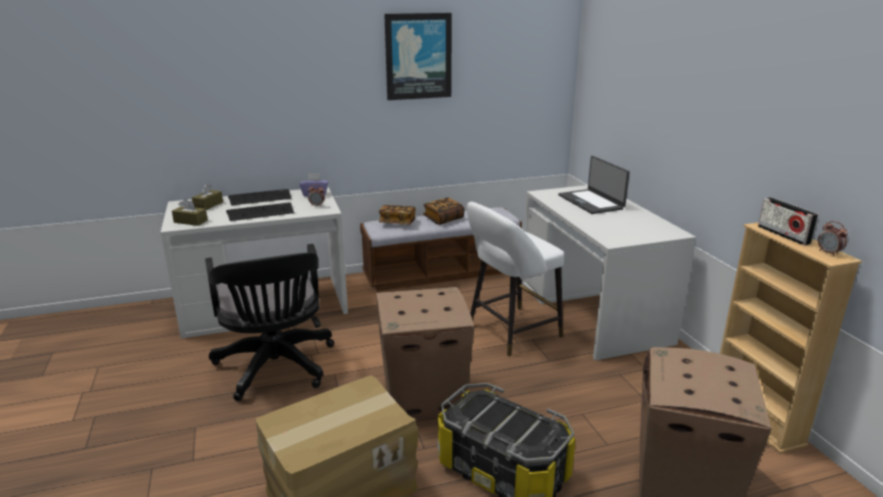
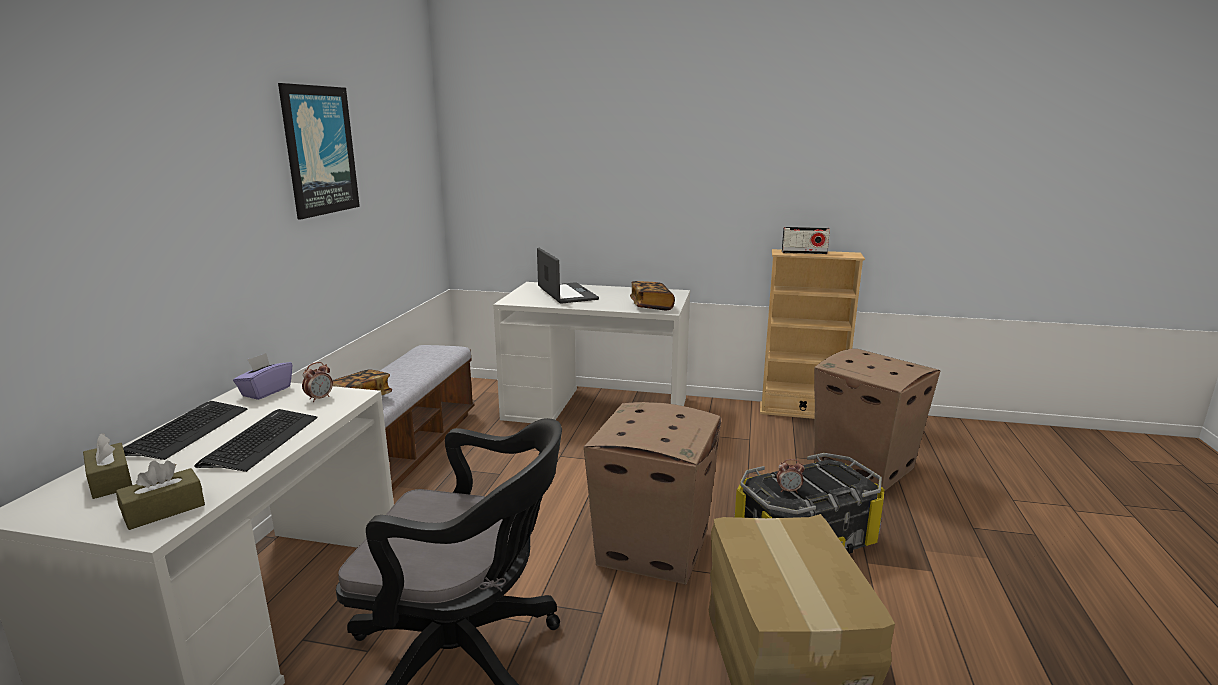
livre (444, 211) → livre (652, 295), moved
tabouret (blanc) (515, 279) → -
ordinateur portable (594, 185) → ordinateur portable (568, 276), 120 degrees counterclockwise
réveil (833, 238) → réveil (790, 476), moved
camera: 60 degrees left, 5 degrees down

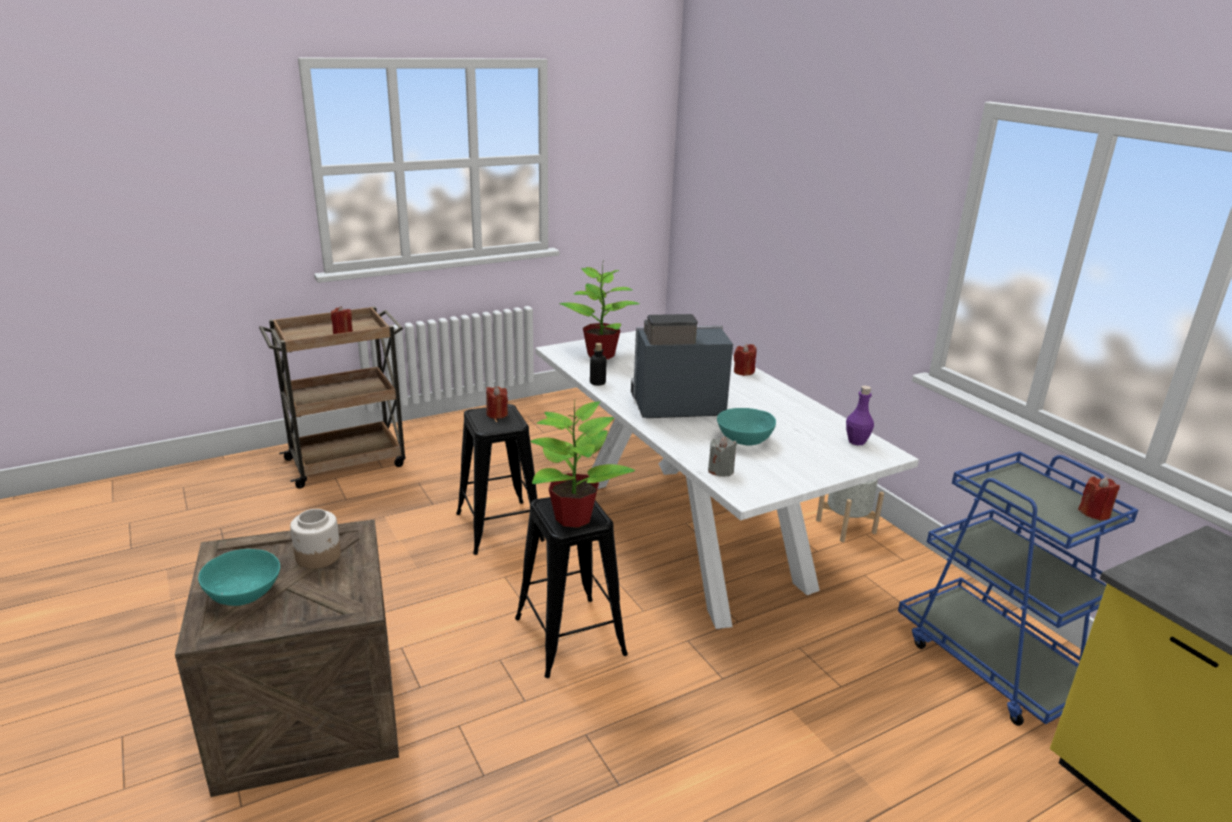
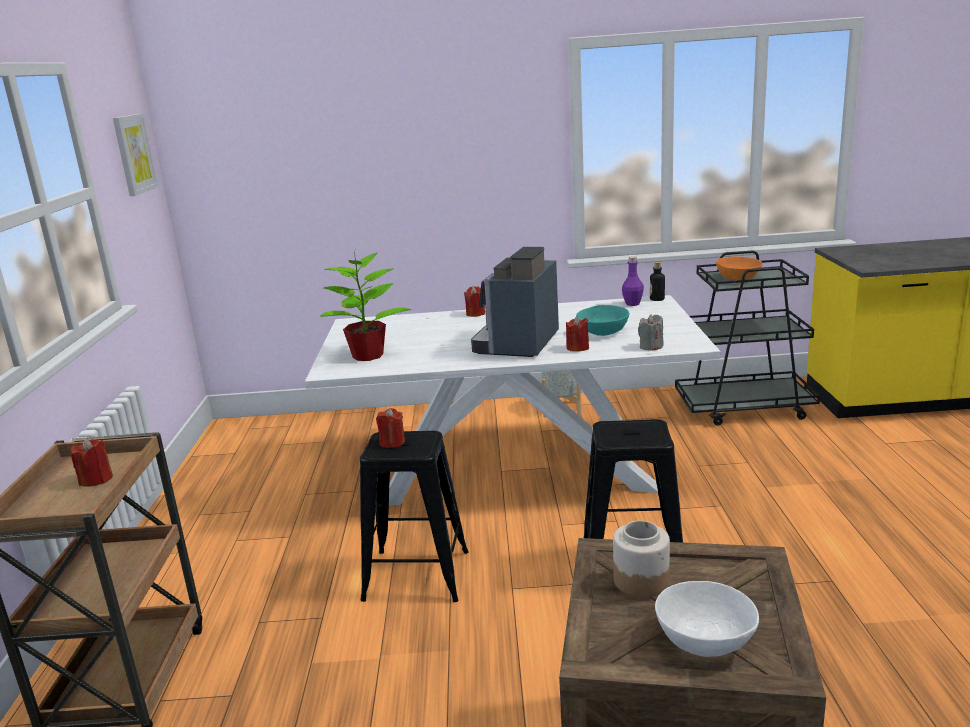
bol (turquoise) (239, 577) → bol (blanc) (707, 619)
plante en pot (582, 464) → -
bouteille (598, 364) → bouteille (657, 281), moved
chariot (bleu) (1018, 588) → chariot (noir) (747, 338)
bougie (rouge) (1099, 499) → bougie (rouge) (577, 334), moved
- → tableau (135, 155)
- → bol (orange) (739, 268)
camera: 60 degrees left, 5 degrees down

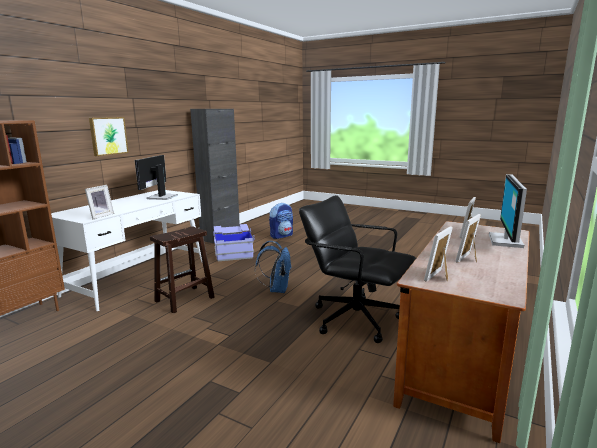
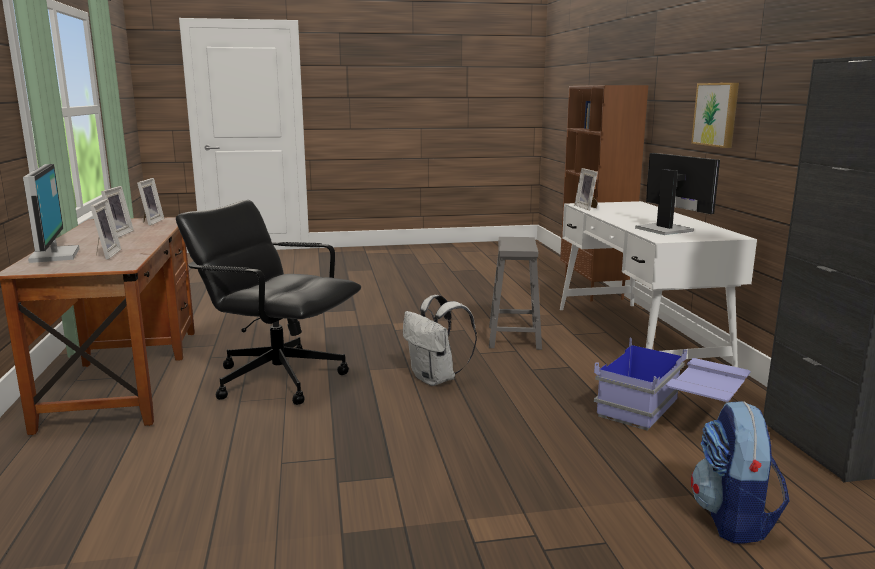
tabouret (marron) (182, 269) → tabouret (gris) (515, 293)
sac à dos (bleu) (273, 267) → sac à dos (blanc) (440, 340)
chaise de bureau (noir) (357, 269) → chaise de bureau (noir) (268, 302), 150 degrees counterclockwise
camera: 140 degrees right, 0 degrees up

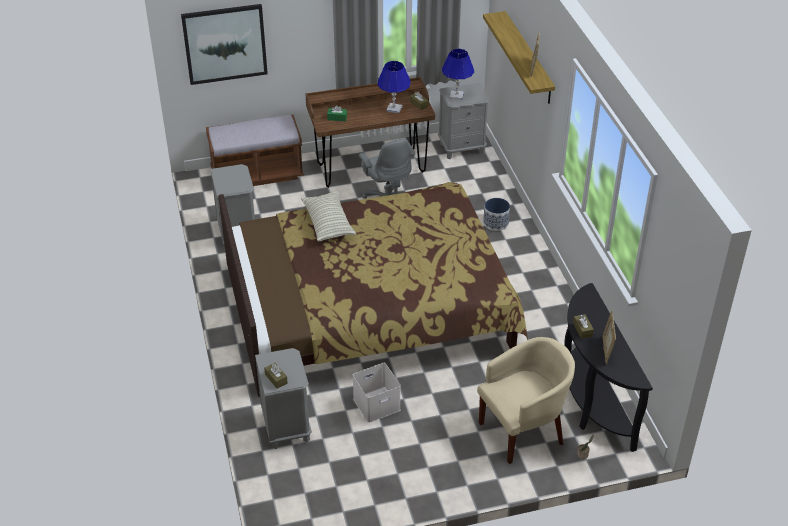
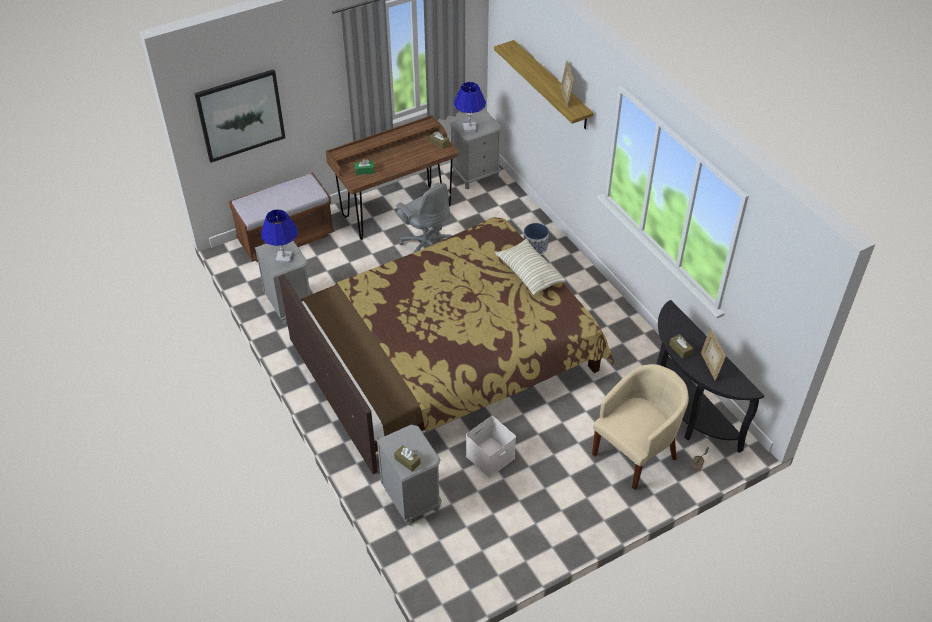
coussin (328, 216) → coussin (530, 267), moved
lampe de table (bleu) (394, 87) → lampe de table (bleu) (279, 236), moved
camera: 15 degrees left, 5 degrees up

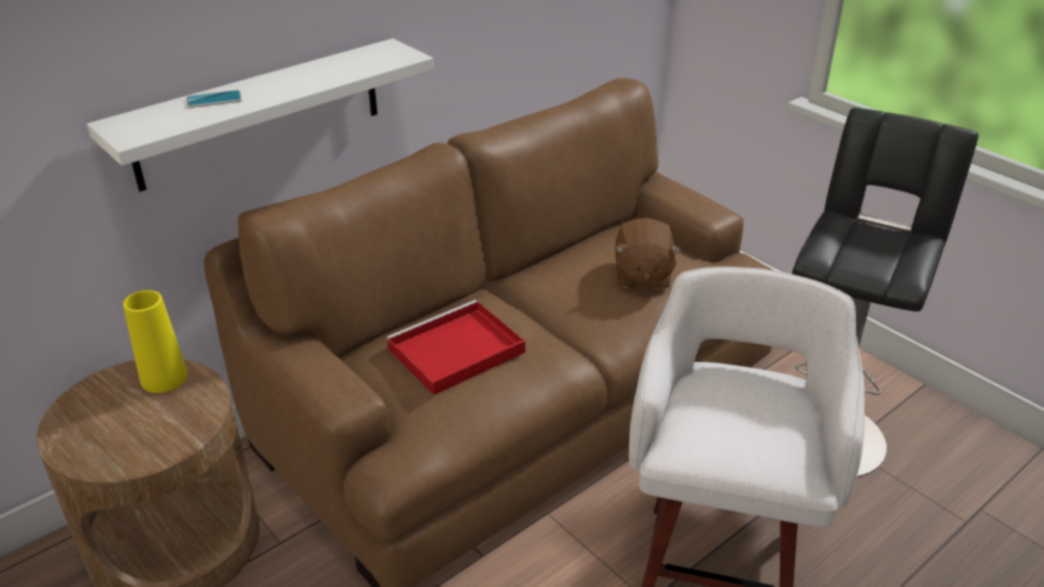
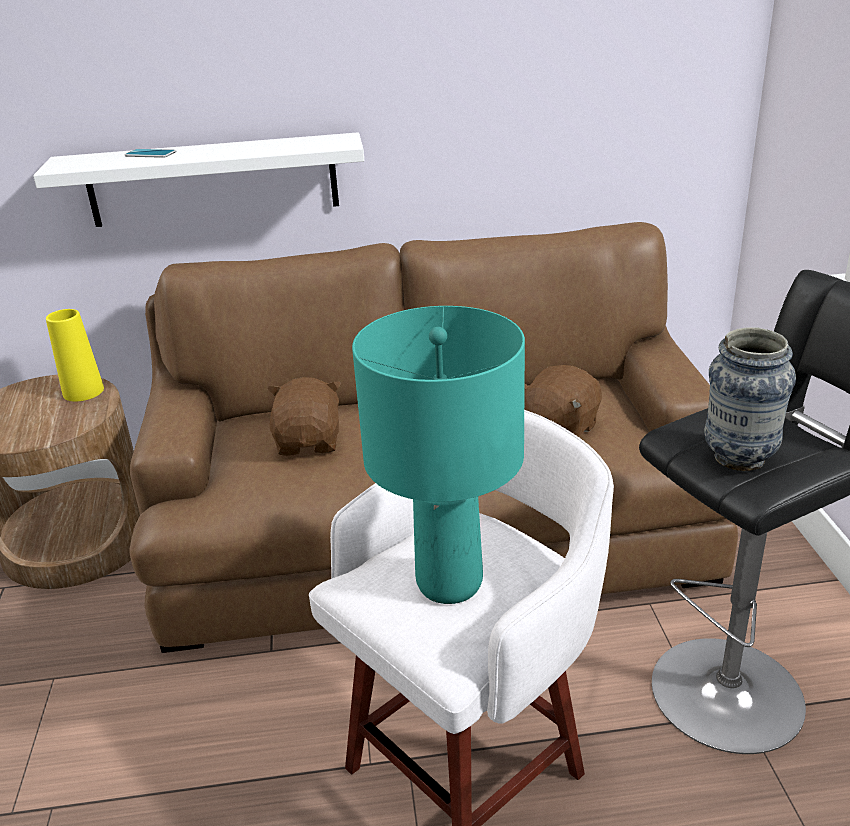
plateau (rouge) (455, 347) → peluche (marron) (304, 416)
- → lampe de table (turquoise) (438, 455)
- → vase (750, 399)
camera: 35 degrees right, 5 degrees down

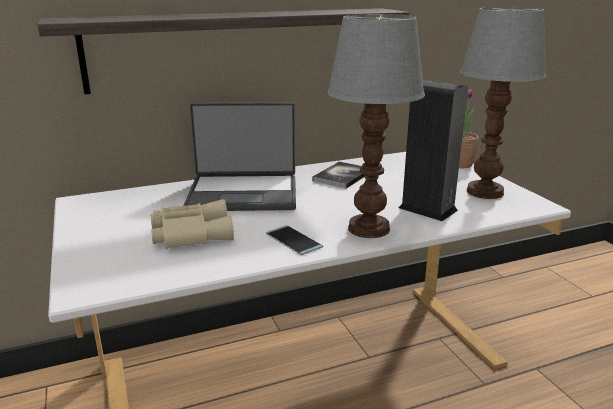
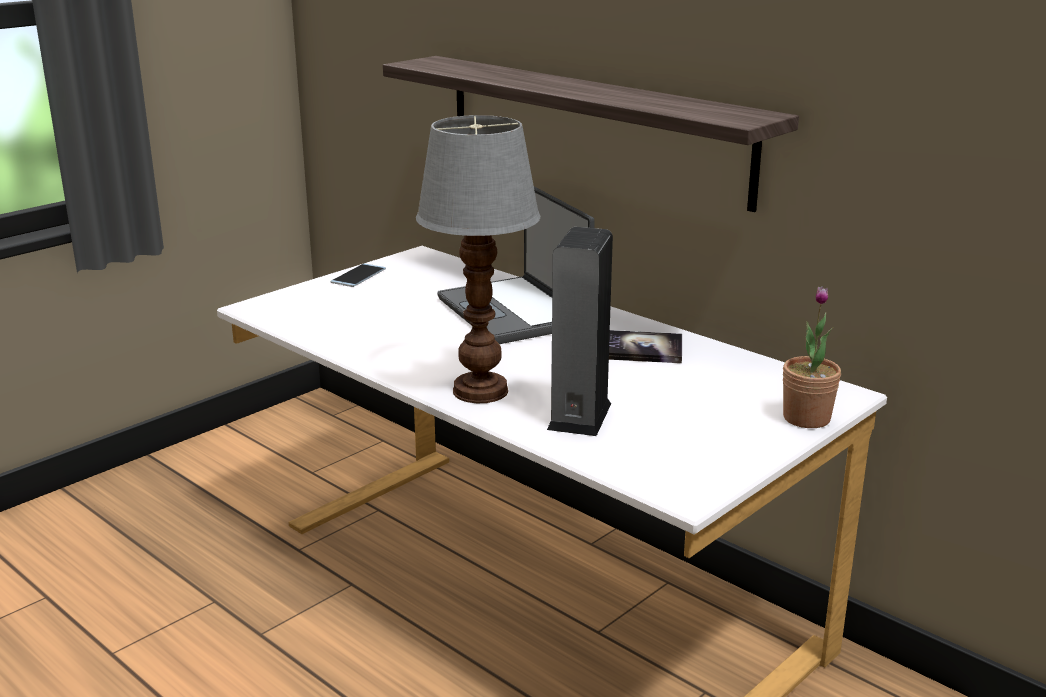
jumelles (beige) (192, 224) → -
téléphone (294, 240) → téléphone (358, 275), moved
lampe de table (503, 103) → -
camera: 65 degrees right, 0 degrees up

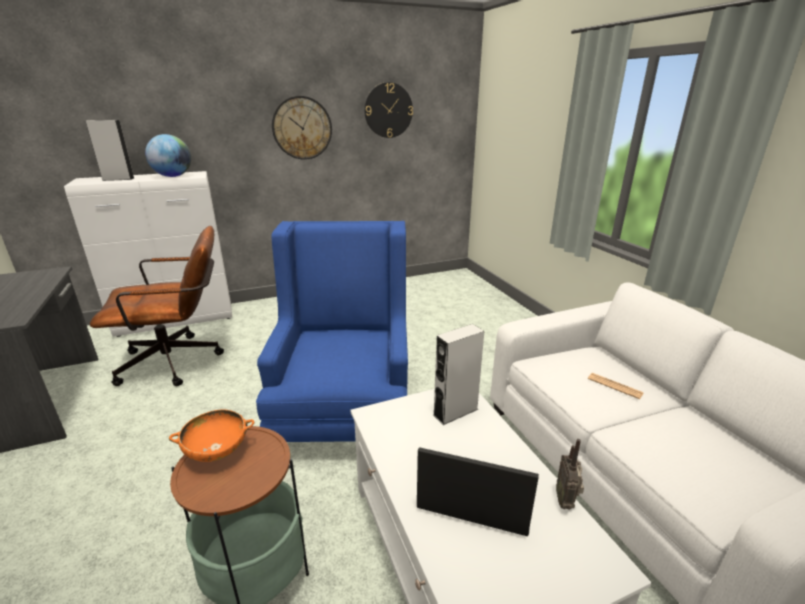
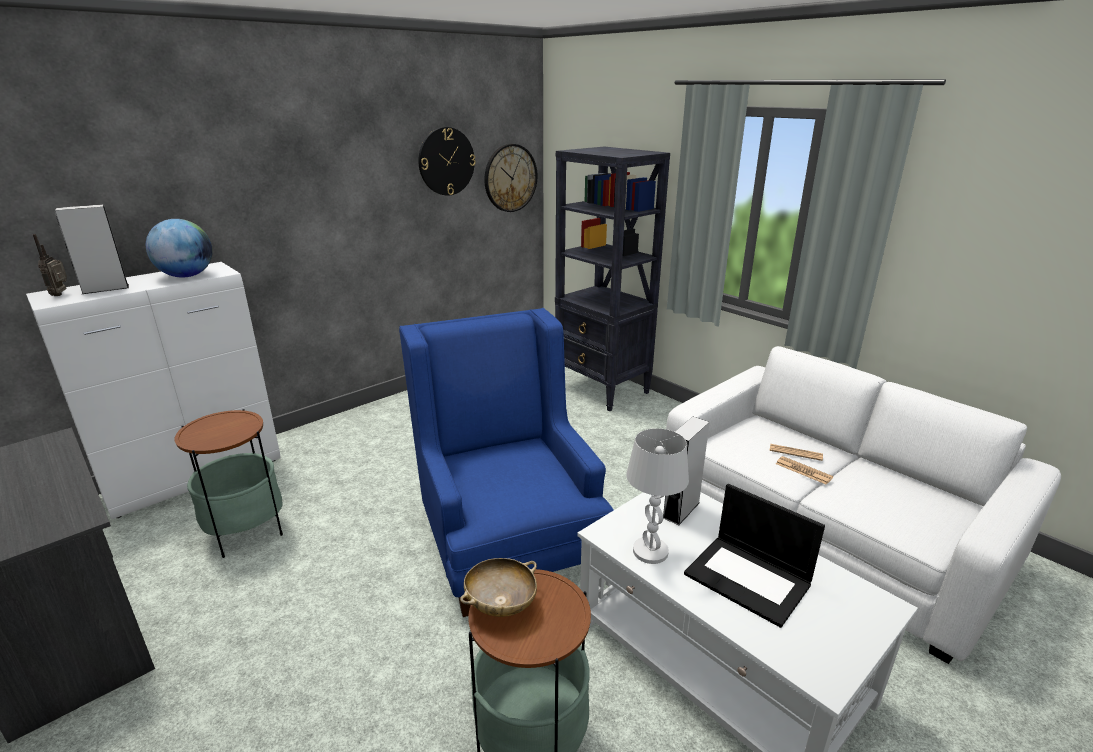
chaise de bureau (marron) (157, 306) → table d'appoint (228, 483)
bol (orange) (211, 435) → bol (beige) (498, 587)
horloge murale (302, 128) → horloge murale (510, 178), moved
ordinateur portable (478, 492) → ordinateur portable (754, 556), 135 degrees counterclockwise
radio (570, 474) → radio (50, 265), moved
- → bibliothèque (noir) (612, 279)
- → lampe de table (blanc) (657, 496)
- → journal (804, 470)
camera: 20 degrees left, 0 degrees up

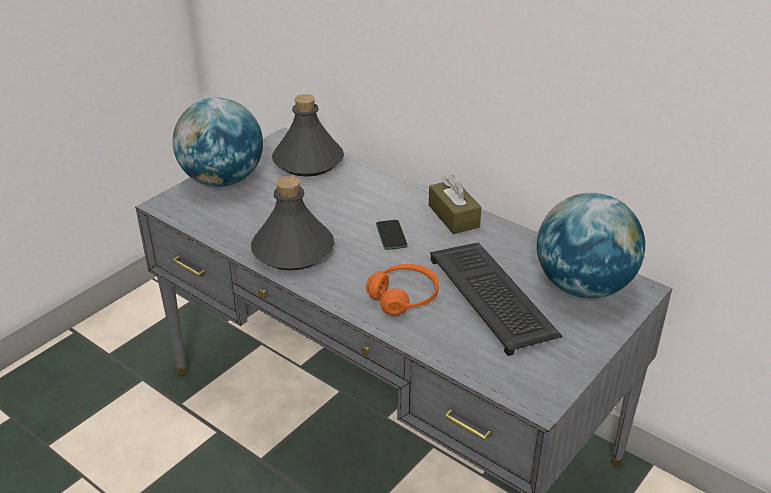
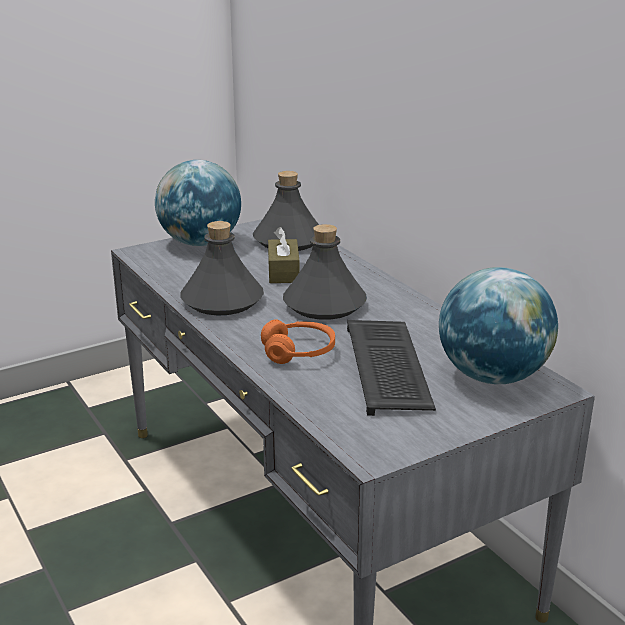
téléphone (392, 235) → bouteille (gris) (325, 272)
boîte à mouchoirs (marron) (455, 204) → boîte à mouchoirs (marron) (284, 255), moved
camera: 20 degrees right, 10 degrees down

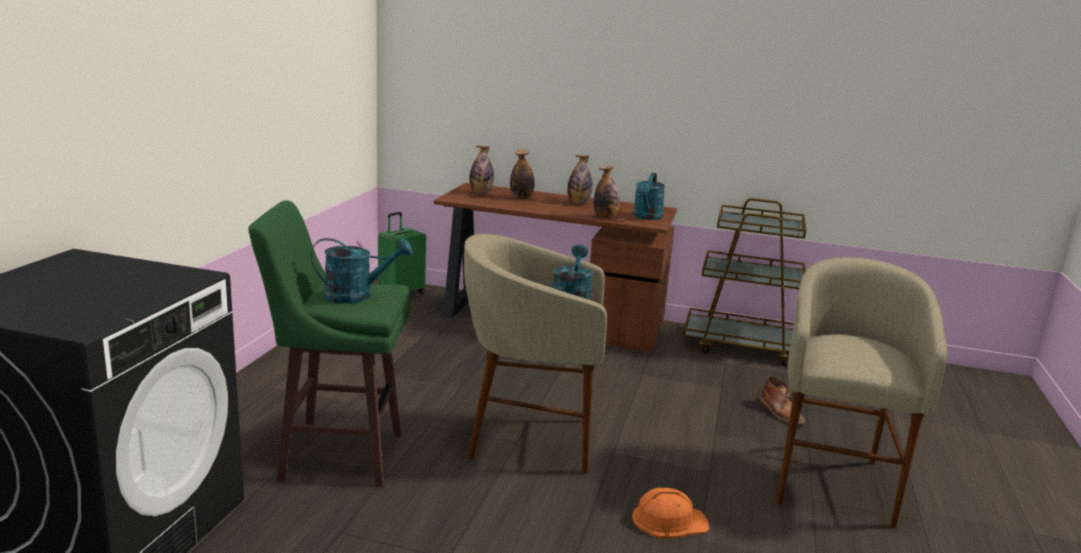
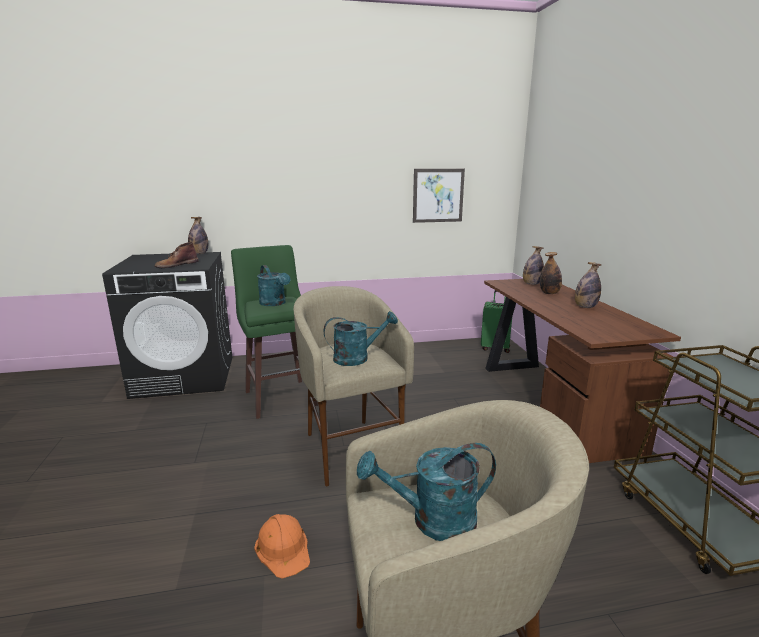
bouteille (607, 192) → bouteille (198, 235), moved
arrosoir (turquoise) (649, 196) → arrosoir (turquoise) (426, 492), moved
botte (marron) (782, 401) → botte (marron) (177, 255), moved
- → tableau (439, 196)
camera: 65 degrees right, 0 degrees up

